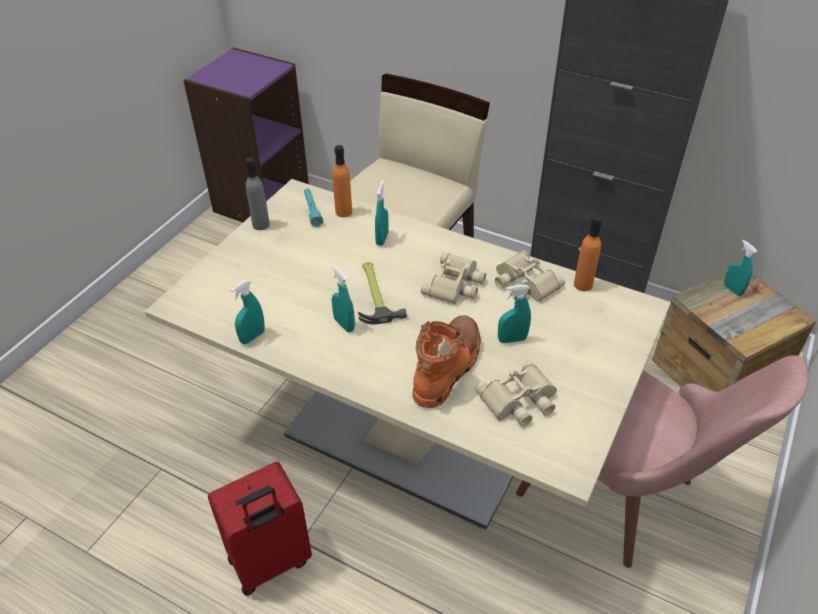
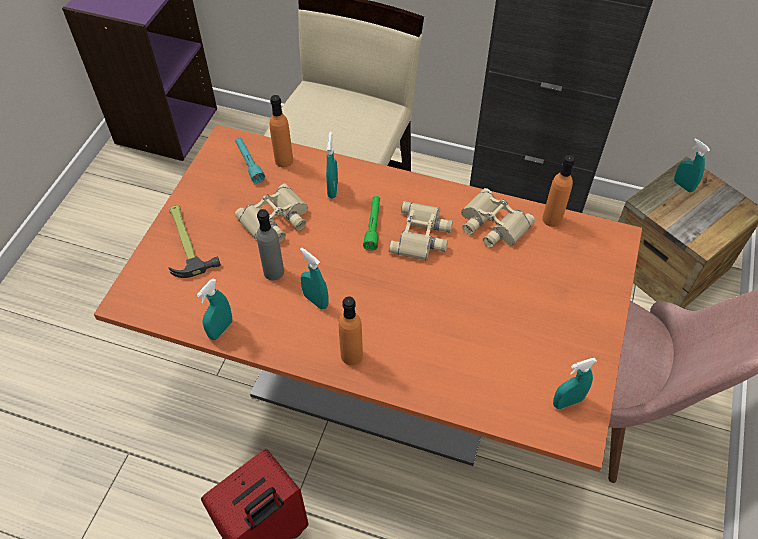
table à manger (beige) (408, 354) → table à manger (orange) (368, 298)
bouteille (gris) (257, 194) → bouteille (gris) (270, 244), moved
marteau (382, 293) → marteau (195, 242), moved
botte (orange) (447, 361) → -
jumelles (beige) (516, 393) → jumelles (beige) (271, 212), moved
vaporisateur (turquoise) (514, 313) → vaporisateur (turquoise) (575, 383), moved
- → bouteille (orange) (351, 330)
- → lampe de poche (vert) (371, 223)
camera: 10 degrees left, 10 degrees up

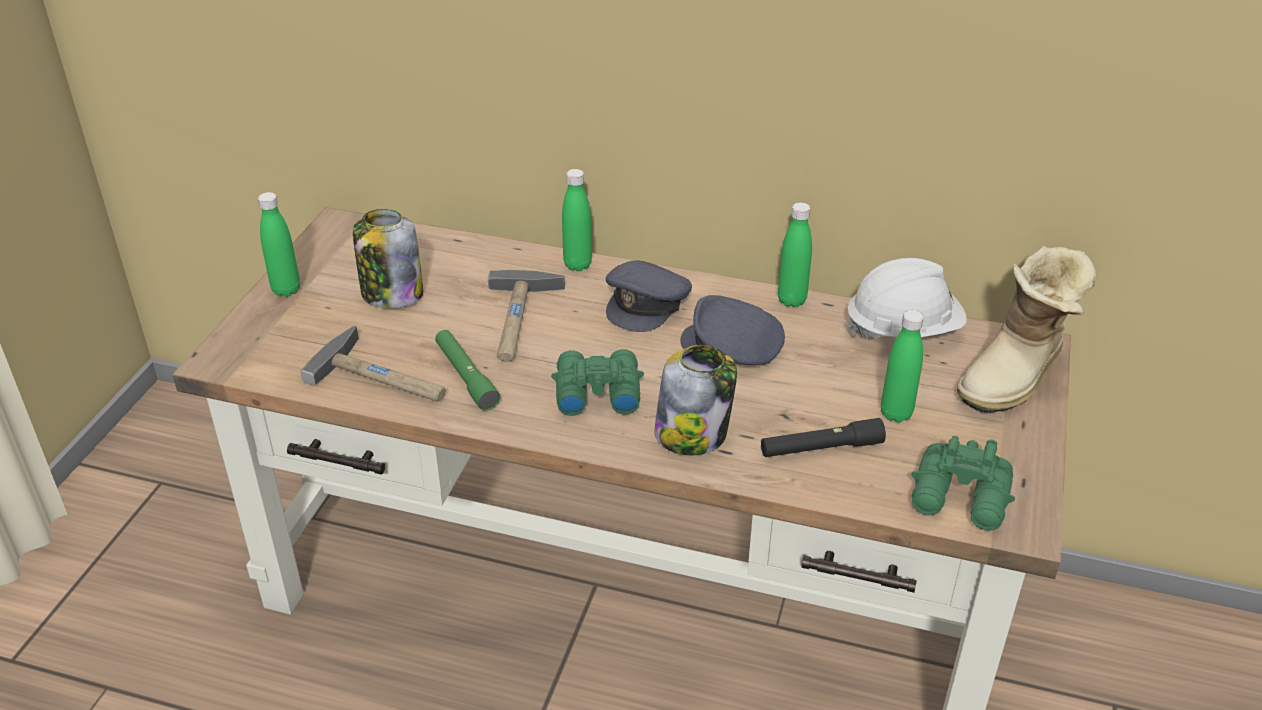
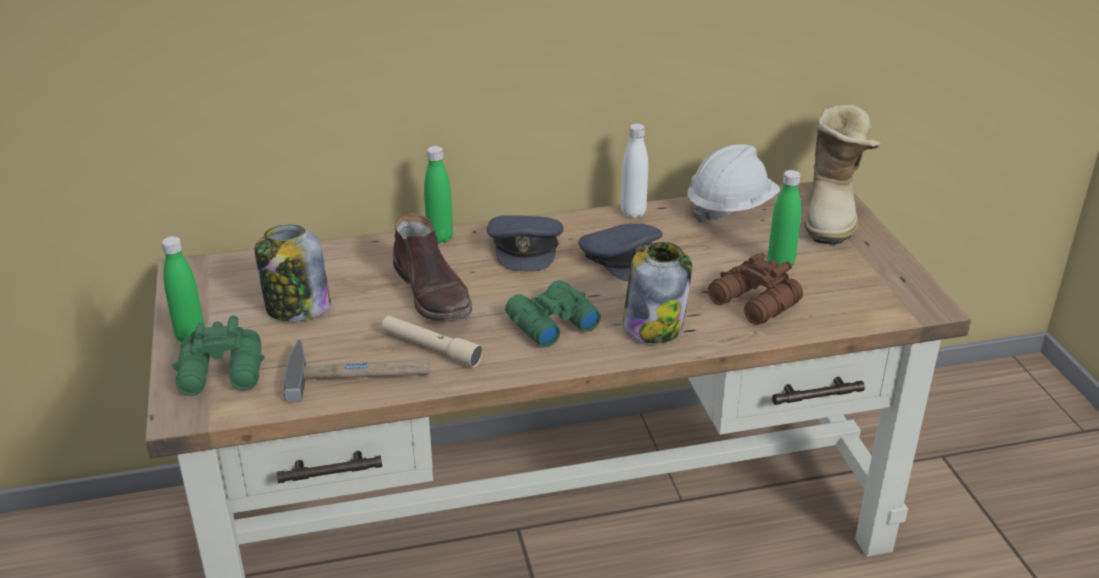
lampe de poche (vert) (467, 370) → lampe de poche (beige) (432, 341)
marteau (526, 315) → botte (marron) (432, 267)
casquette (gris) (732, 330) → casquette (gris) (620, 252), 120 degrees counterclockwise
lampe de poche (noir) (823, 437) → jumelles (marron) (755, 289)
bouteille (vert) (795, 254) → bouteille (blanc) (634, 170)
jumelles (vert) (963, 483) → jumelles (vert) (218, 356), moved
camera: 30 degrees left, 5 degrees down

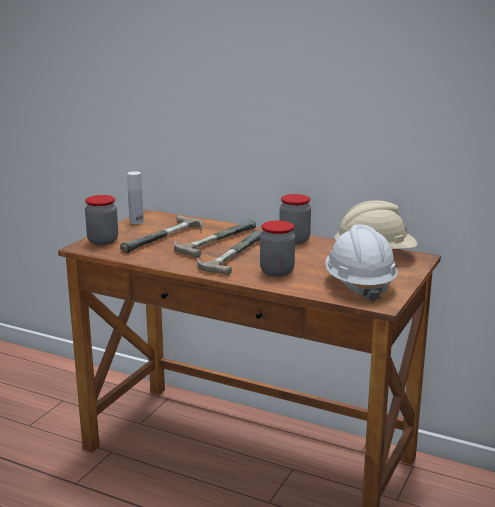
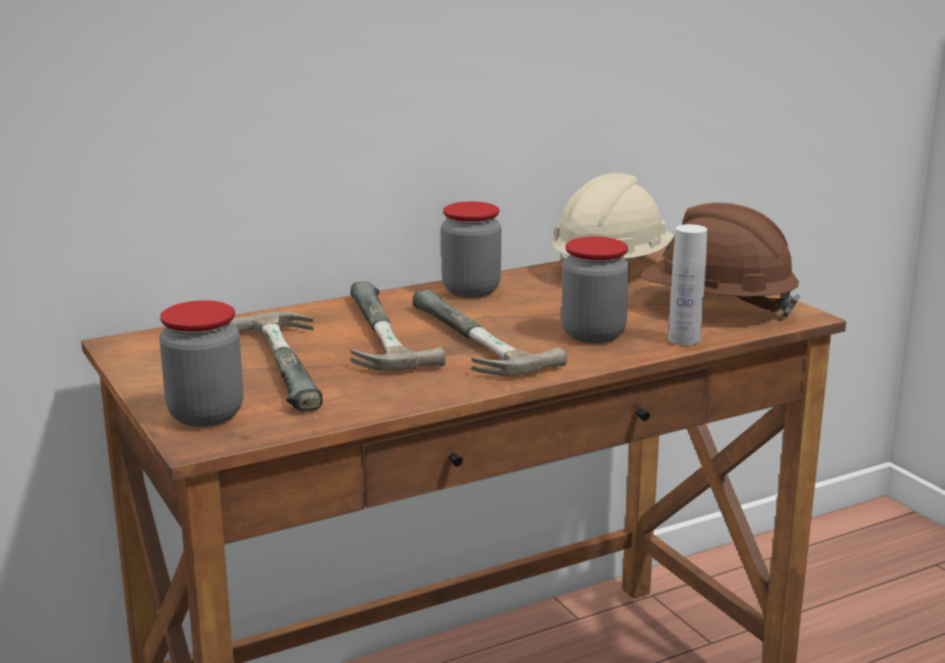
bouteille (blanc) (135, 197) → bouteille (blanc) (687, 285), moved
casque de chantier (blanc) (361, 263) → casque de chantier (marron) (721, 260)
camera: 55 degrees left, 0 degrees up

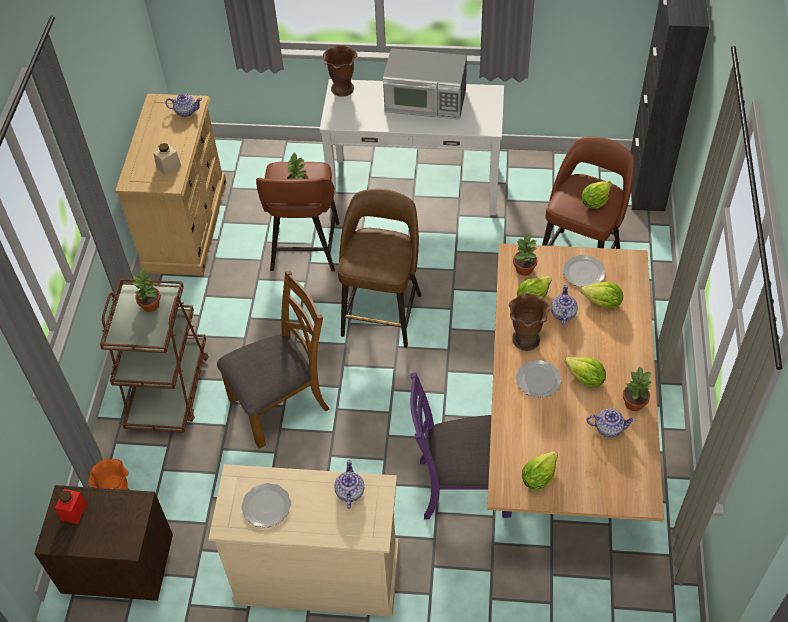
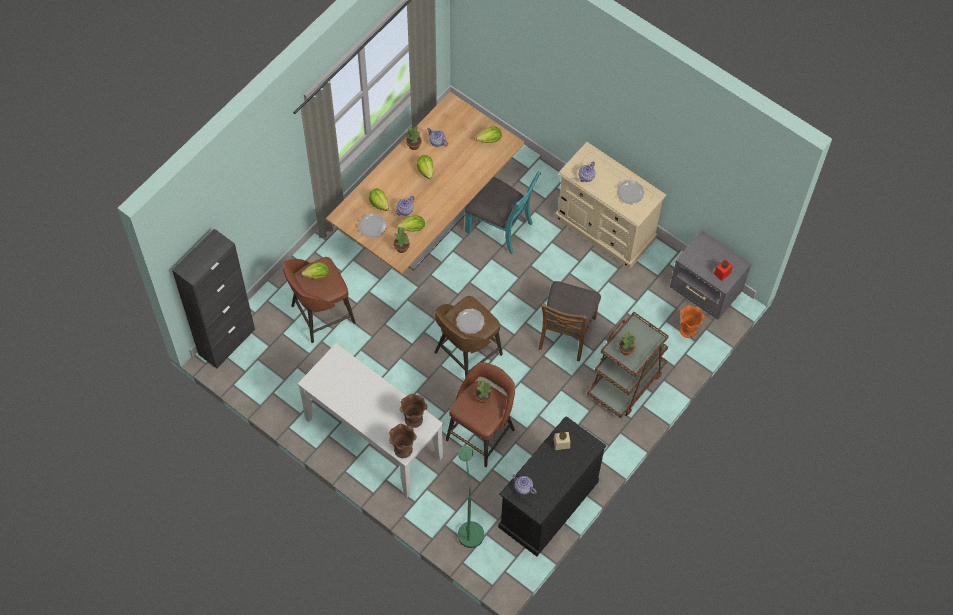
table de chevet (marron) (103, 543) → table de chevet (gris) (710, 275)
commode (beige) (171, 185) → commode (noir) (552, 486)
chaise (marron) (273, 360) → chaise (marron) (569, 321), 75 degrees counterclockwise
micro-ondes (425, 84) → -
chaise (violet) (461, 445) → chaise (turquoise) (503, 212)
vase (marron) (529, 322) → vase (marron) (413, 411), moved
assiette (539, 379) → assiette (470, 321), moved
- → lampadaire (vert) (471, 497)
camera: 150 degrees left, 10 degrees up

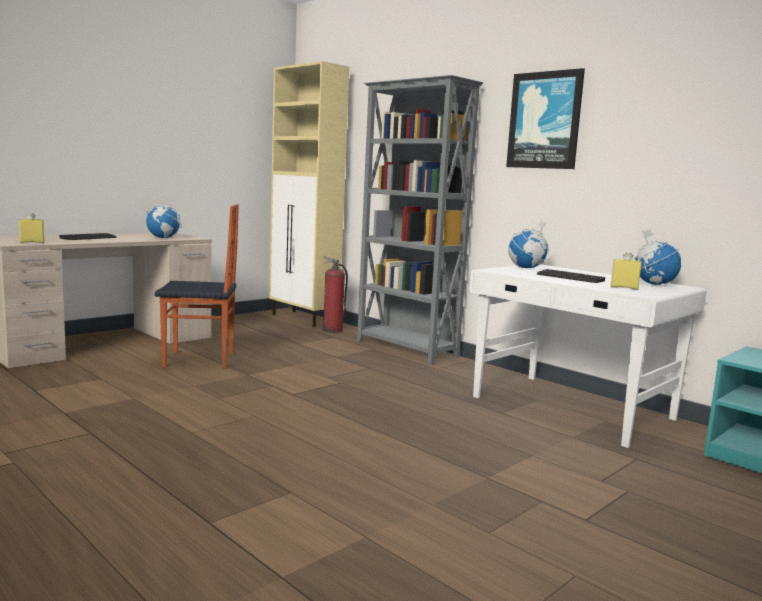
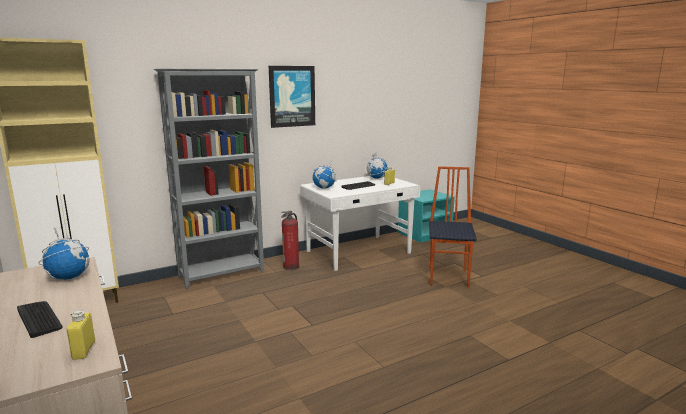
chaise (197, 286) → chaise (453, 227), moved
extincteur (335, 294) → extincteur (290, 240), moved
camera: 75 degrees left, 5 degrees up

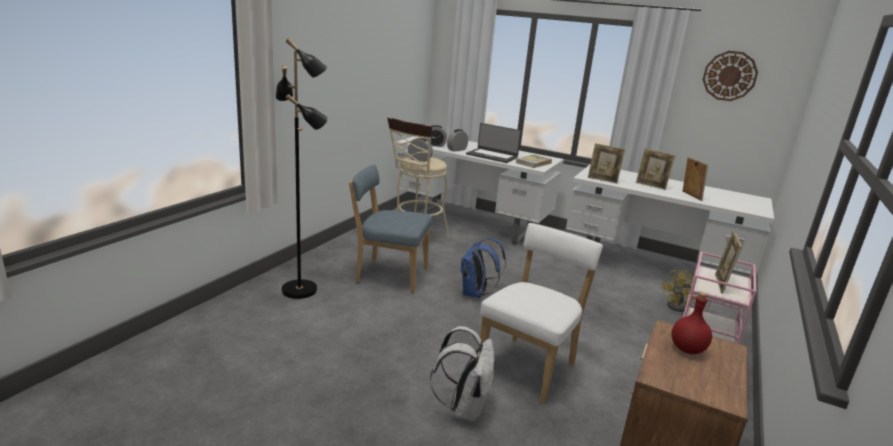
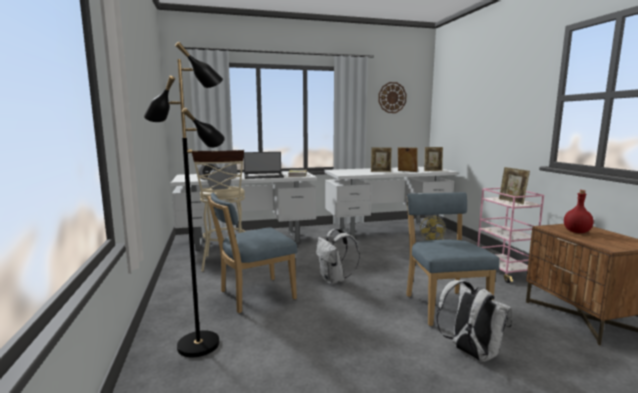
sac à dos (bleu) (483, 268) → sac à dos (blanc) (338, 256)
chaise (blanc) (541, 313) → chaise (bleu) (453, 259)
cadre photo (606, 163) → cadre photo (433, 159), moved
camera: 40 degrees left, 10 degrees down

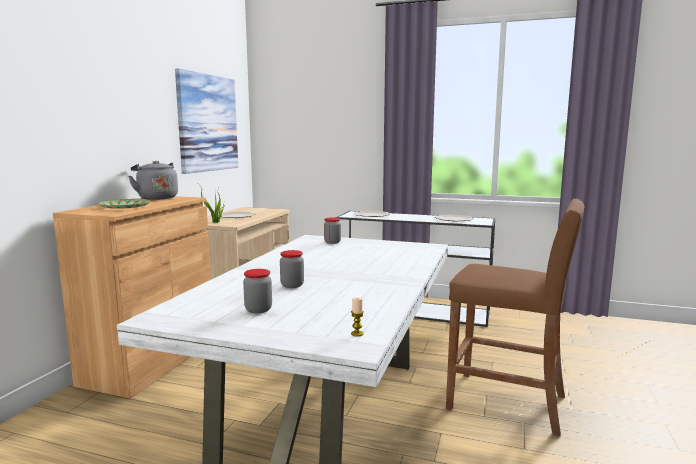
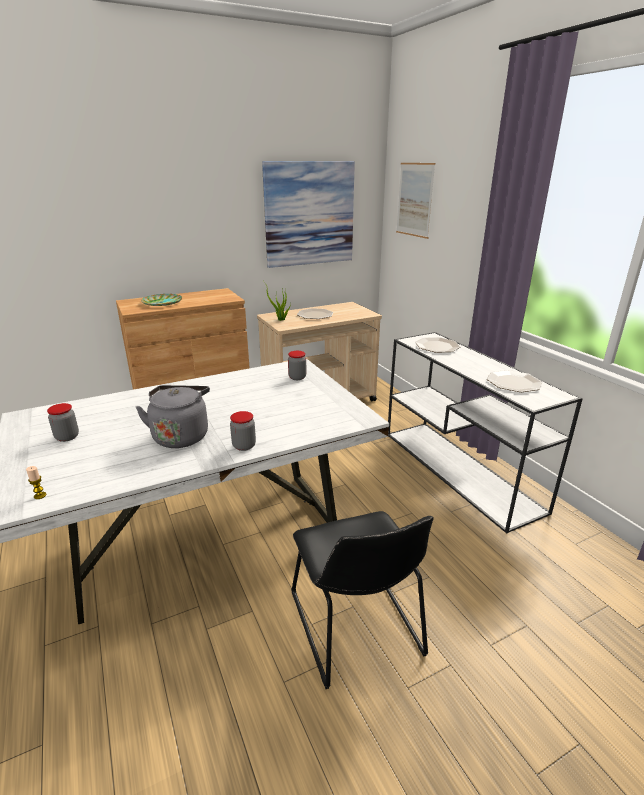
bouilloire (gris) (153, 180) → bouilloire (gris) (172, 416), moved
bocal (292, 269) → bocal (243, 431), moved
tabouret (marron) (515, 317) → chaise (noir) (362, 600)
- → tableau (415, 201)
camera: 45 degrees right, 15 degrees up

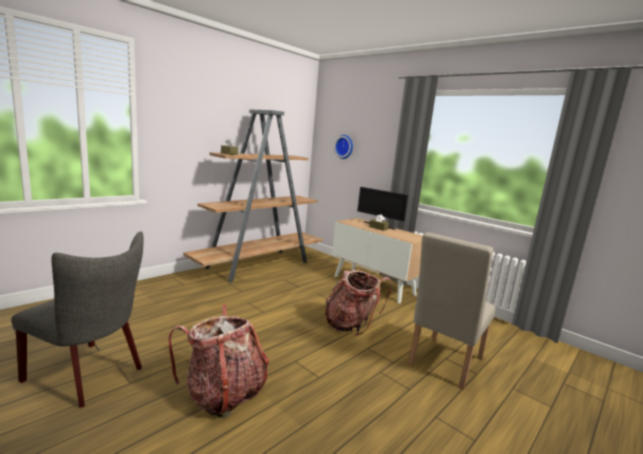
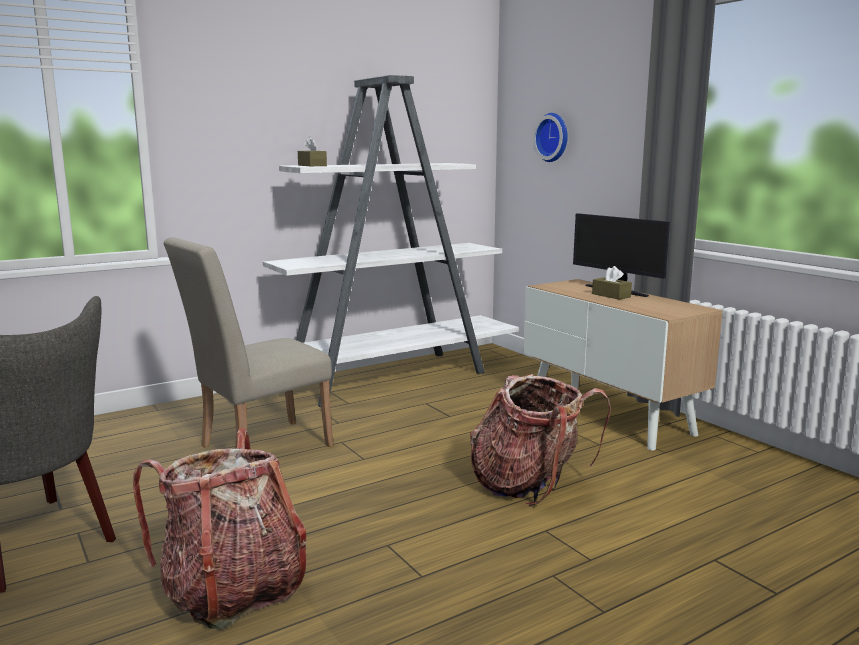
bibliothèque (marron) (253, 196) → bibliothèque (blanc) (391, 241)
chaise (beige) (451, 310) → chaise (beige) (248, 343), moved
camera: 15 degrees right, 0 degrees up

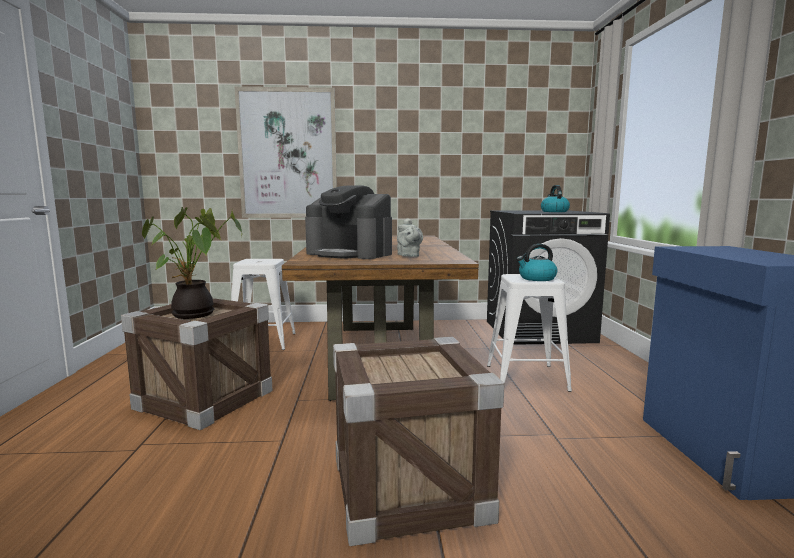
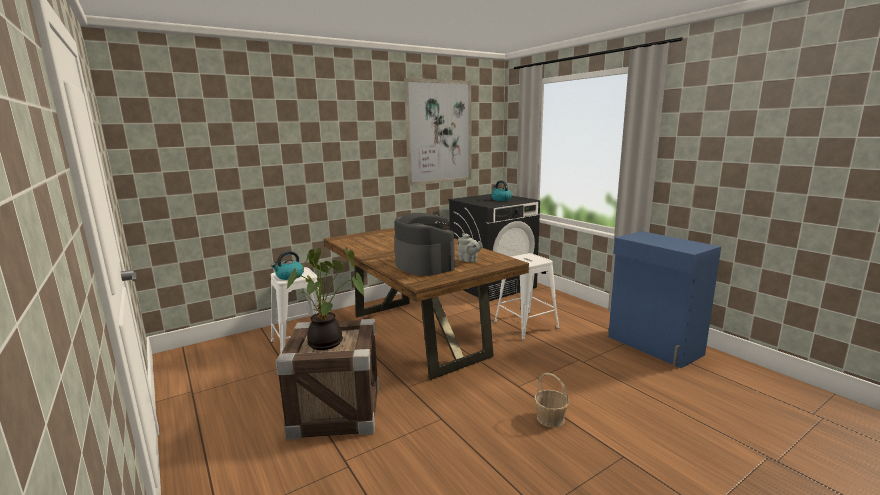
tableau (286, 152) → tableau (438, 132), moved
machine à café (348, 222) → machine à café (424, 244), 120 degrees counterclockwise
caisse (418, 441) → panier (551, 400)
bouilloire (537, 262) → bouilloire (287, 265), moved
camera: 30 degrees left, 5 degrees up

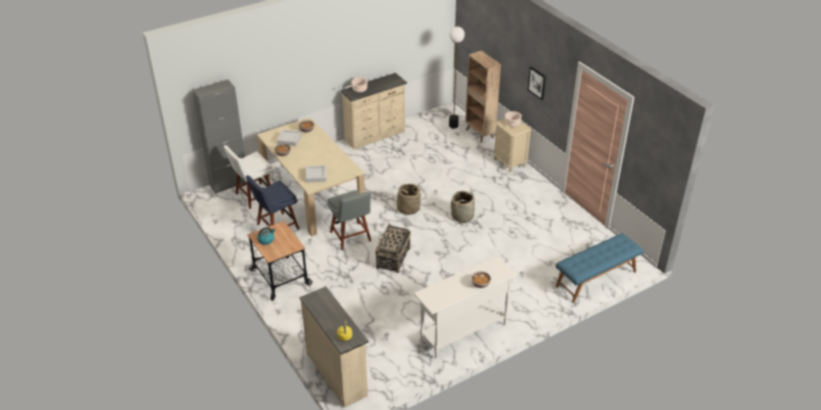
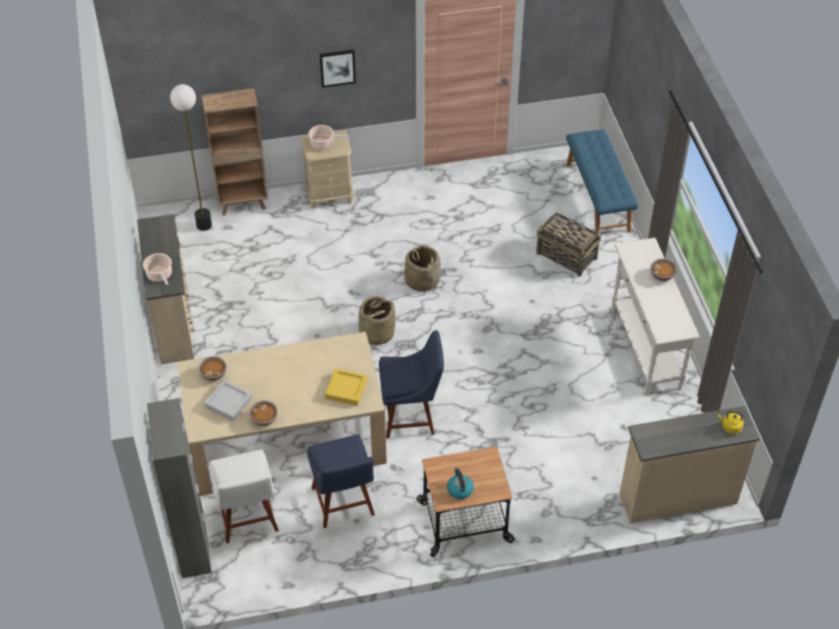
plateau (gris) (316, 174) → plateau (jaune) (346, 387)
chaise (gris) (349, 220) → chaise (bleu) (411, 384)
panier (393, 248) → panier (568, 244), moved
camera: 70 degrees left, 10 degrees up

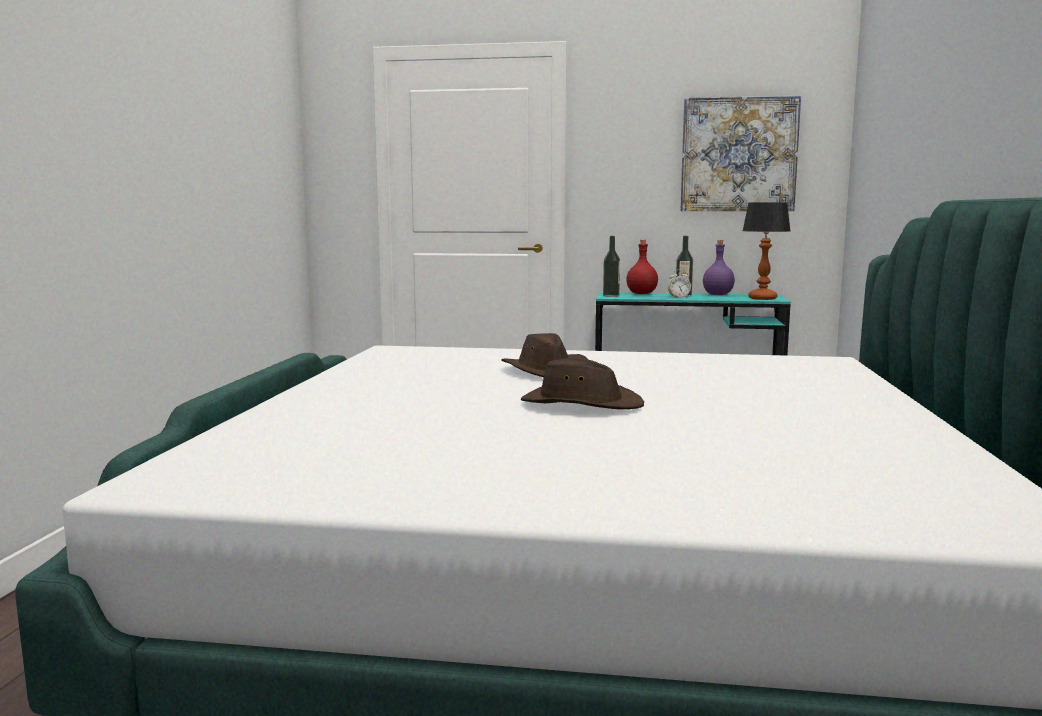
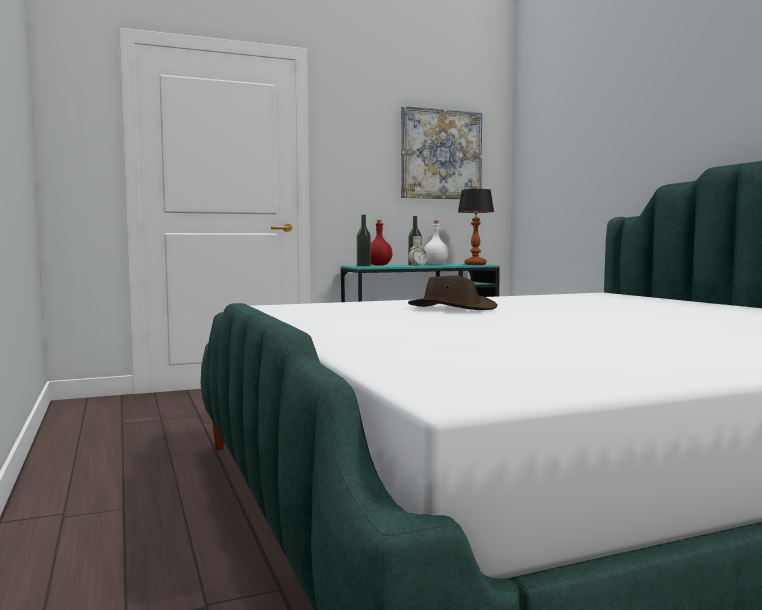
chapeau (marron) (582, 383) → -
bouteille (violet) (719, 267) → bouteille (blanc) (436, 243)
camera: 30 degrees left, 5 degrees down

